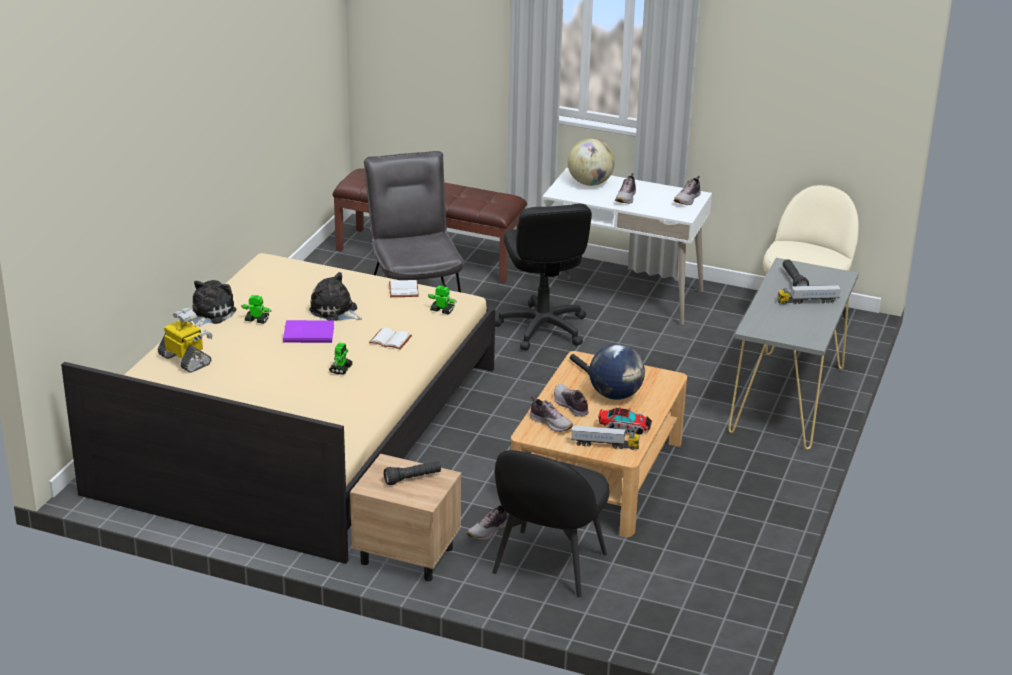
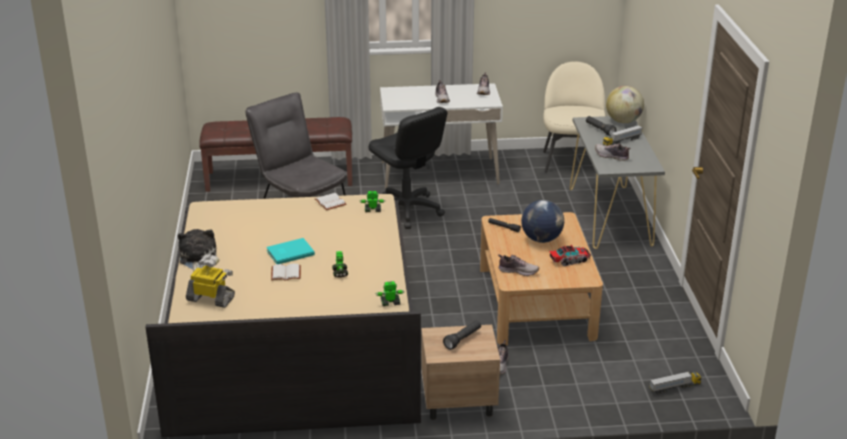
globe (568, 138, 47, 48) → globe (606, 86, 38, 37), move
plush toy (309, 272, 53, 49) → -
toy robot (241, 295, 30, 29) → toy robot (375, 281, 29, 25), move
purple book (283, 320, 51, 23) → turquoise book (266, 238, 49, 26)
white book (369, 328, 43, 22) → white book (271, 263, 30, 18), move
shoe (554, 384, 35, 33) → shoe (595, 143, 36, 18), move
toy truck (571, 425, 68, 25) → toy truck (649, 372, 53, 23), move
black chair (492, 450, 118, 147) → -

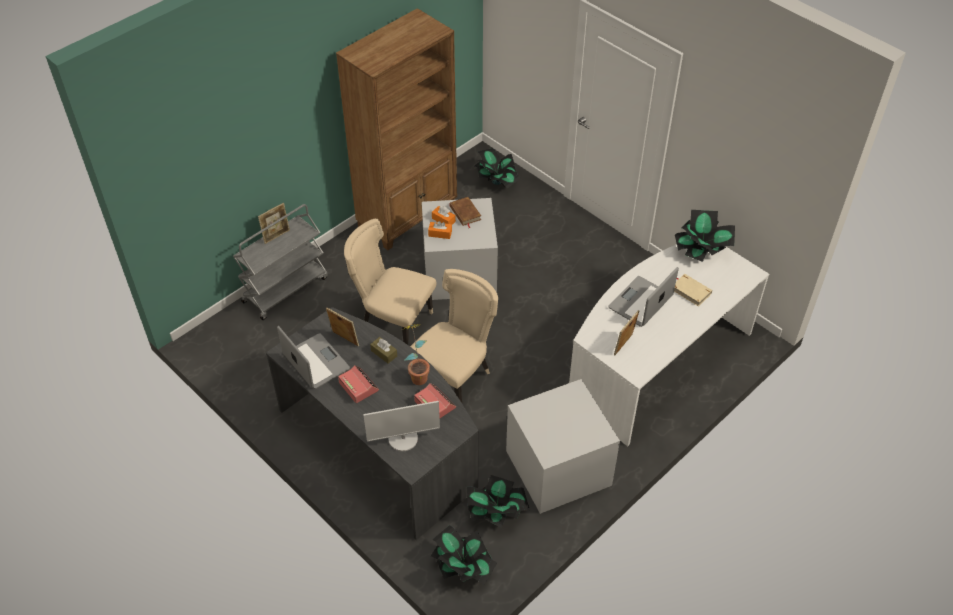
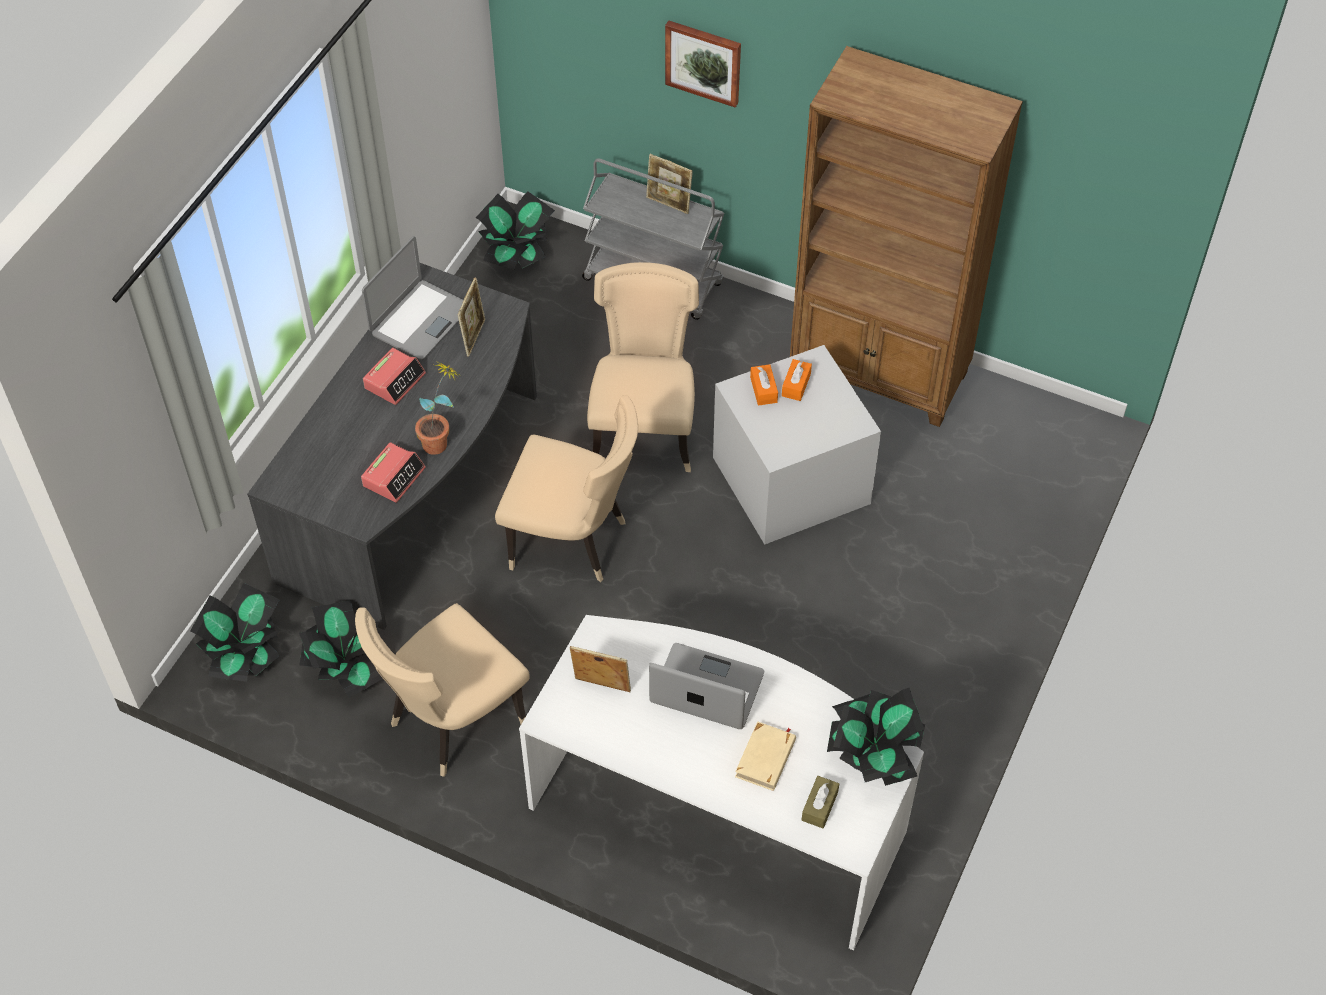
potted plant (475, 148, 46, 40) → potted plant (476, 192, 79, 78), move
brown book (449, 197, 32, 31) → -
brown tissue box (370, 337, 27, 27) → brown tissue box (802, 776, 37, 52), move
grey storage box (506, 379, 114, 135) → beige chair (355, 603, 175, 174)
monitor (363, 401, 77, 50) → -
- → picture (665, 21, 76, 87)

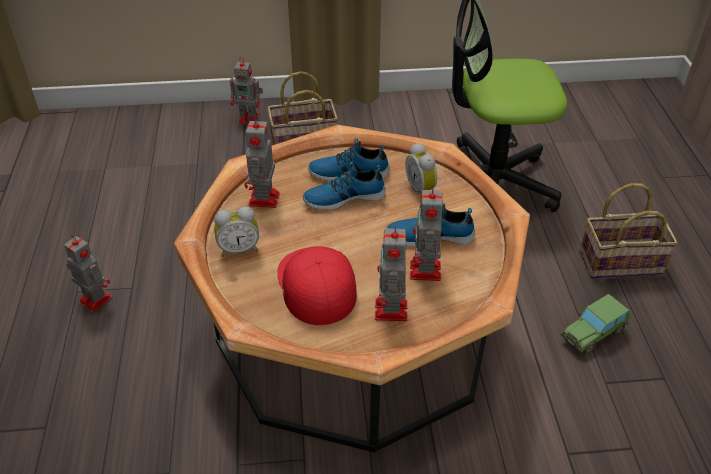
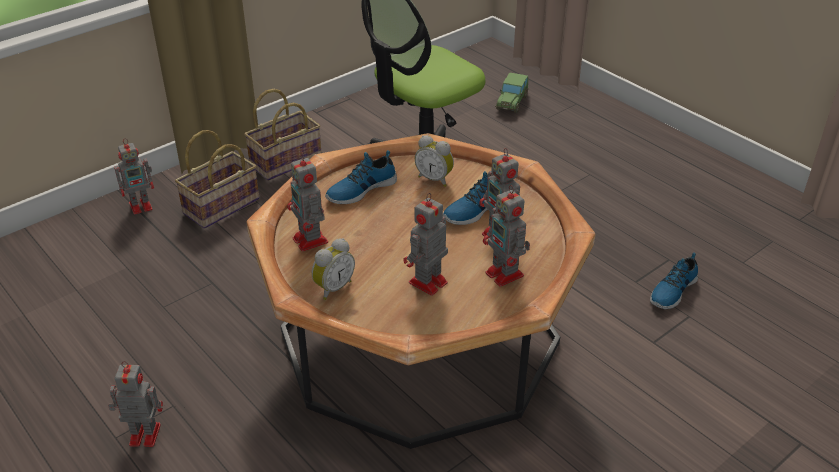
shoe (303, 162, 83, 48) → shoe (650, 252, 48, 57), move
basket (580, 183, 98, 95) → basket (244, 89, 77, 92), move
red cap (277, 246, 80, 79) → toy robot (403, 193, 45, 103)
toy car (561, 294, 69, 60) → toy car (495, 72, 34, 41), move

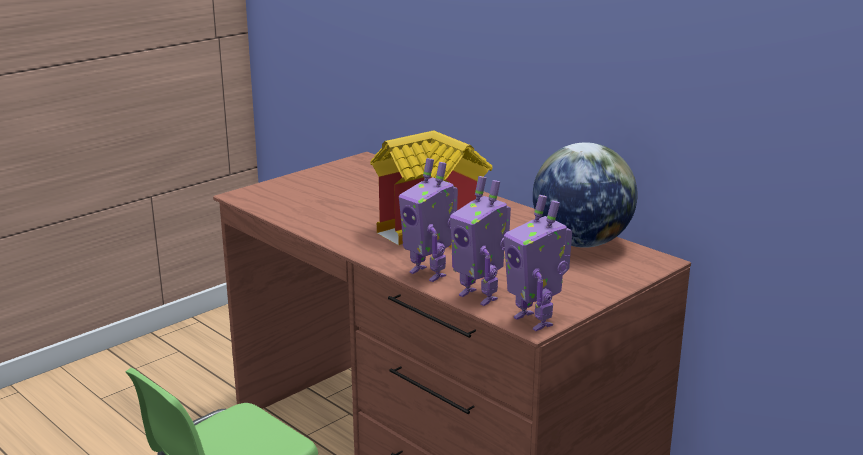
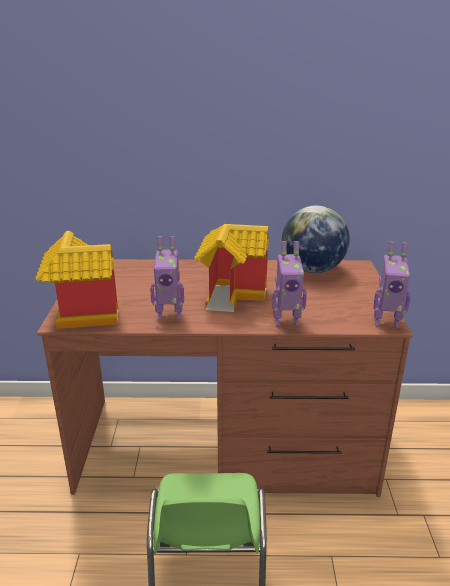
toy robot (450, 176, 61, 130) → toy robot (150, 236, 34, 84), move
- → toy house (36, 231, 82, 98)

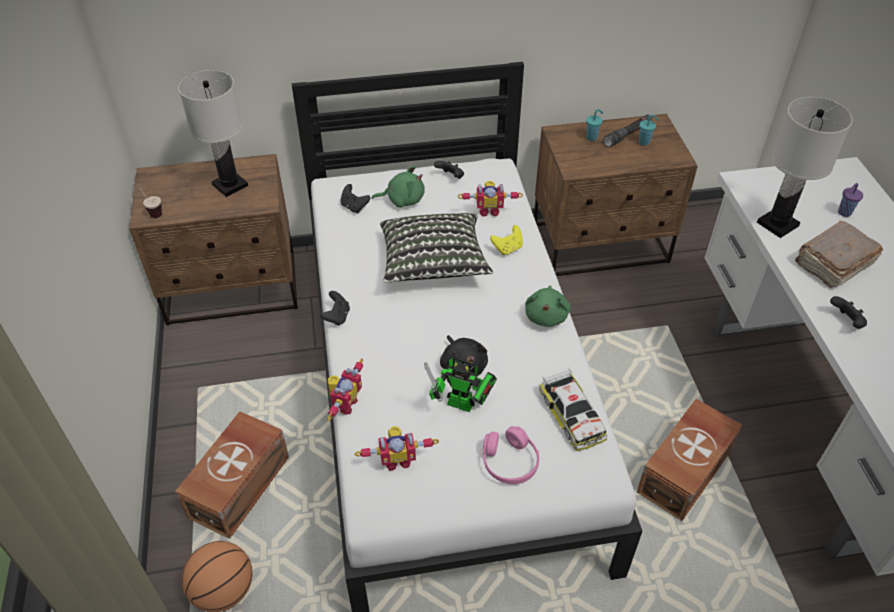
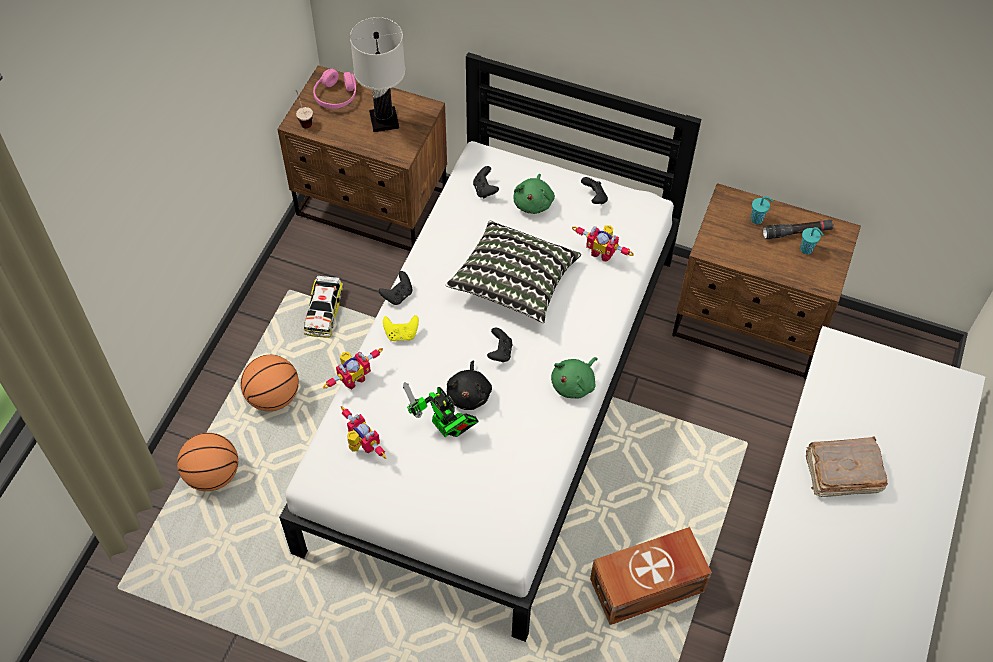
white table lamp (757, 97, 95, 141) → -
green plush toy (372, 166, 53, 42) → green plush toy (513, 174, 42, 40), 75 degrees clockwise
purple cup (838, 183, 25, 34) → -
yellow game controller (490, 225, 33, 30) → yellow game controller (383, 315, 36, 26), move
black game controller (830, 296, 37, 33) → black game controller (487, 327, 25, 35), move
toy car (539, 369, 68, 82) → toy car (304, 276, 39, 62), move
brown storage box (175, 411, 114, 128) → basketball (241, 355, 58, 56)
toy robot (355, 426, 84, 45) → toy robot (341, 406, 45, 53), 150 degrees counterclockwise
pink headphones (483, 426, 56, 58) → pink headphones (313, 69, 43, 40), move

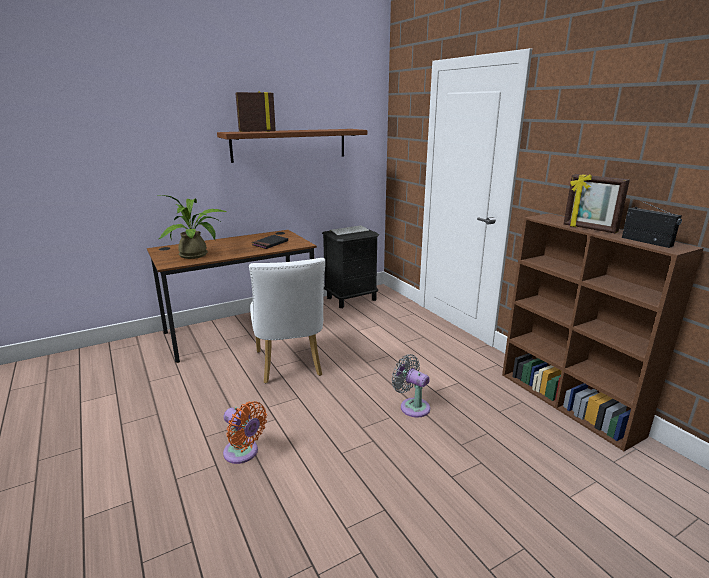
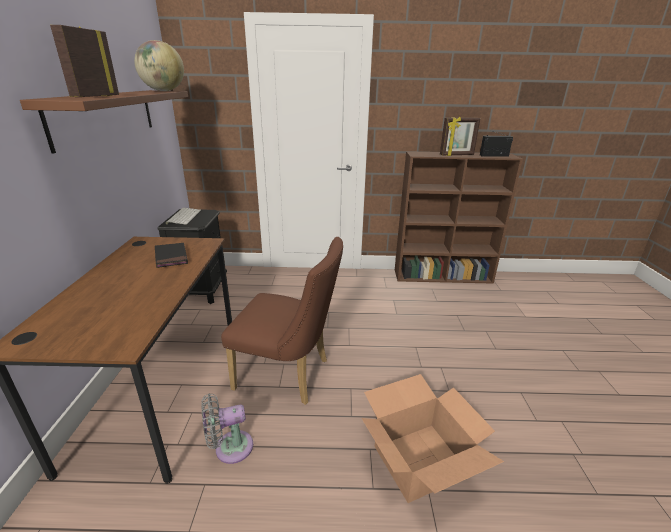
potted plant (159, 195, 68, 64) → -
white chair (249, 258, 76, 125) → brown chair (221, 237, 122, 168)
grey fan (392, 354, 38, 64) → grey fan (201, 393, 52, 71), move
orange fan (223, 401, 44, 63) → cardboard box (361, 374, 143, 129)
- → globe (134, 40, 50, 51)

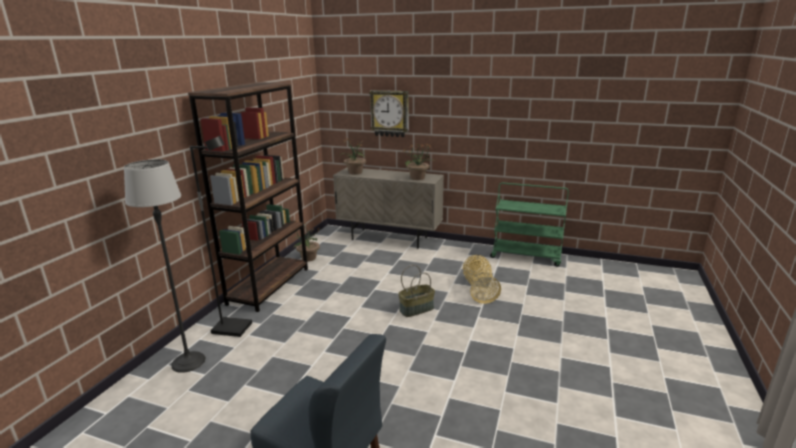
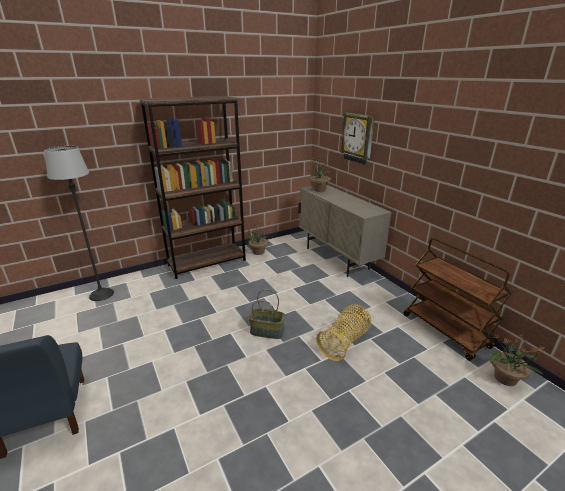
black floor lamp (190, 136, 62, 201) → -
potted plant (403, 143, 32, 37) → potted plant (490, 334, 55, 52), move
green cart (490, 182, 79, 84) → brown cart (404, 238, 108, 123)

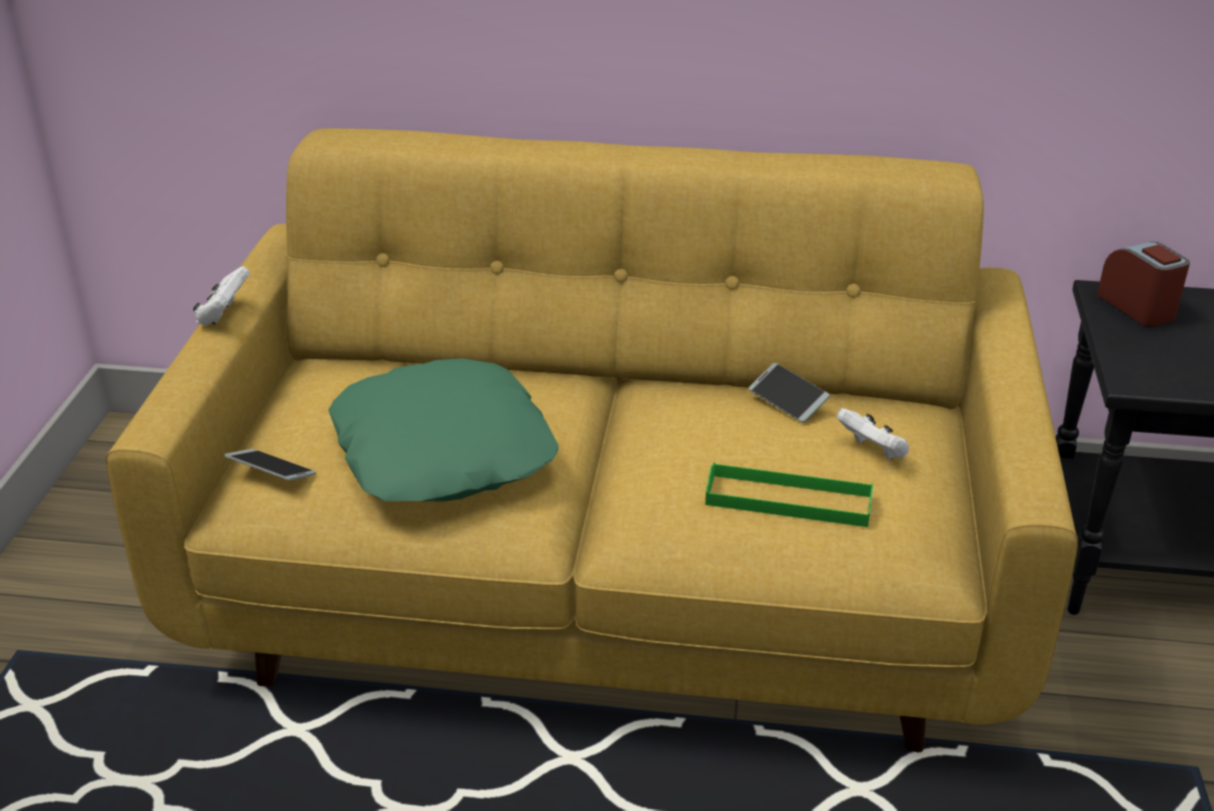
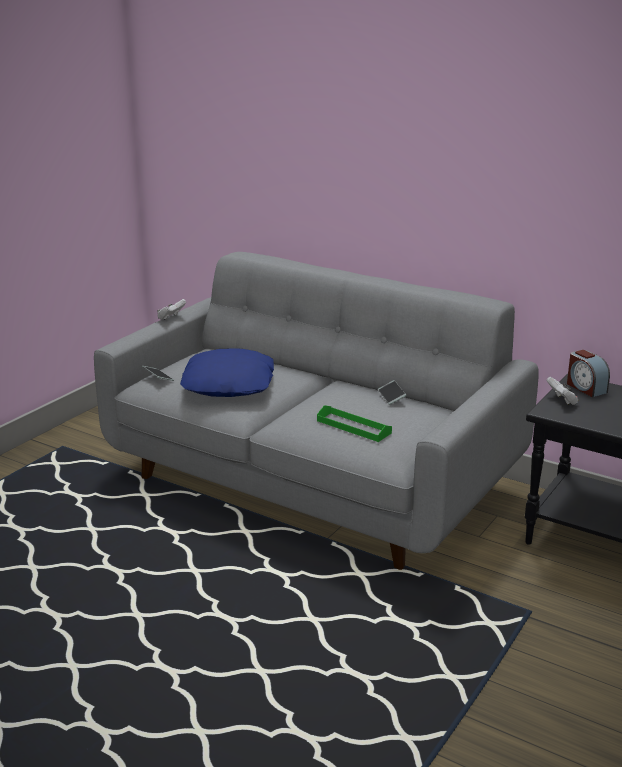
yellow sofa (106, 128, 972, 624) → grey sofa (94, 252, 445, 318)
alarm clock (1097, 242, 93, 85) → alarm clock (567, 350, 43, 47), 150 degrees clockwise
green pillow (328, 358, 230, 144) → blue pillow (180, 348, 94, 49)
white game controller (836, 408, 73, 52) → white game controller (546, 377, 32, 28), move

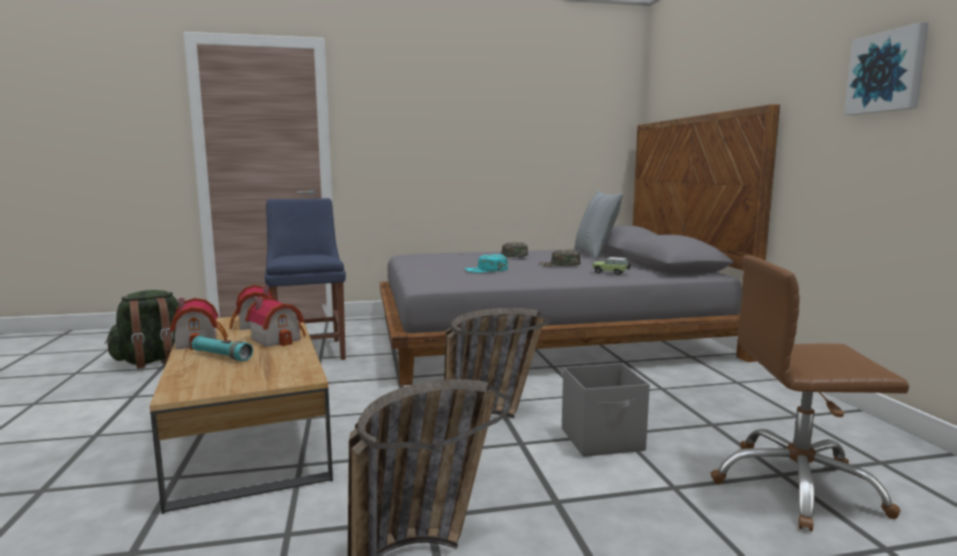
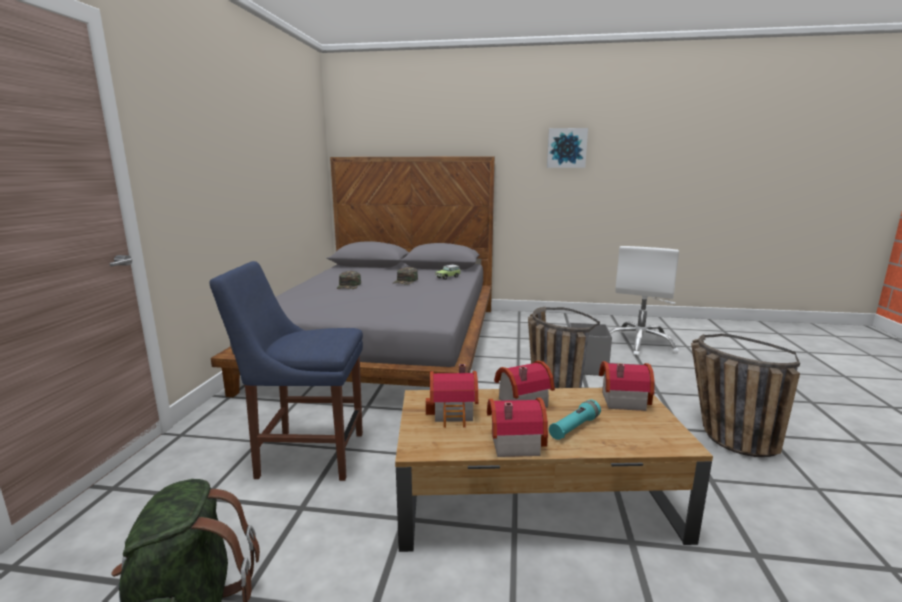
pillow (574, 191, 49, 68) → -
turquoise cap (465, 254, 43, 19) → -
brown office chair (711, 255, 198, 276) → white office chair (609, 246, 70, 111)
- → toy house (599, 361, 56, 50)

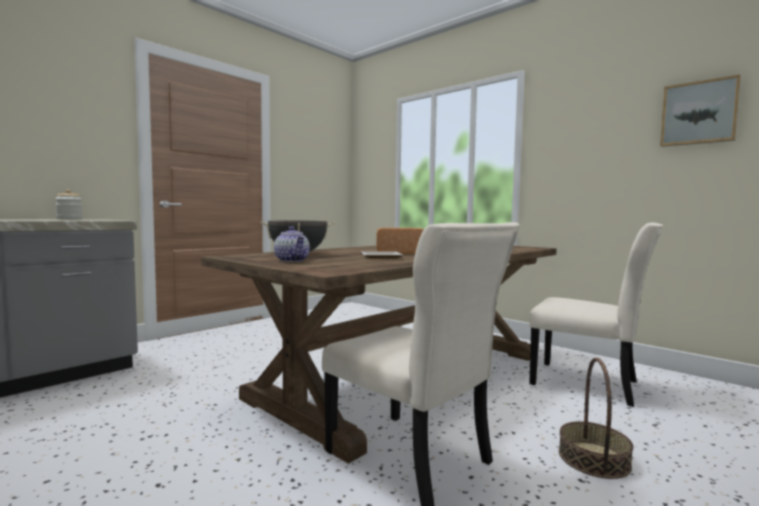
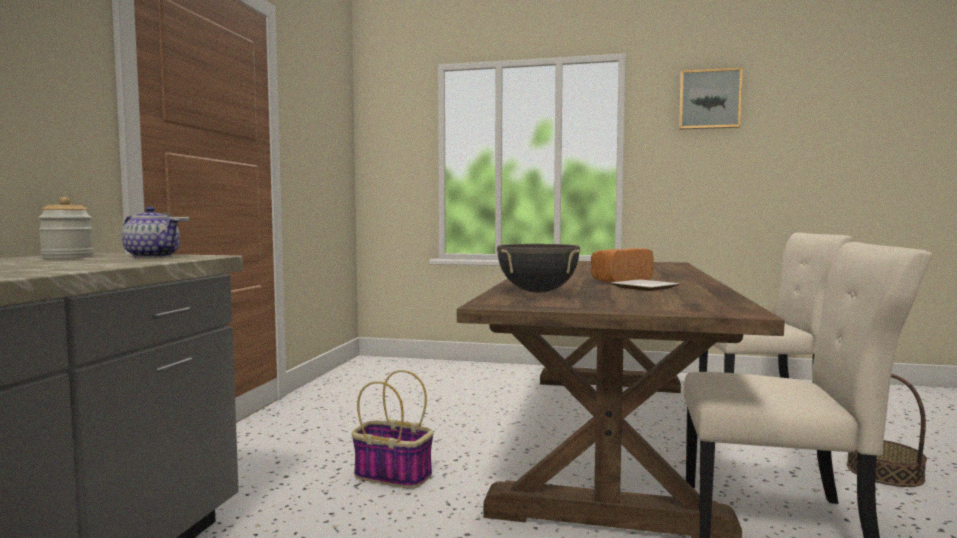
picture (660, 75, 81, 72) → picture (679, 68, 63, 61), move
teapot (274, 226, 36, 36) → teapot (122, 206, 58, 52), move
- → basket (352, 370, 82, 119)

